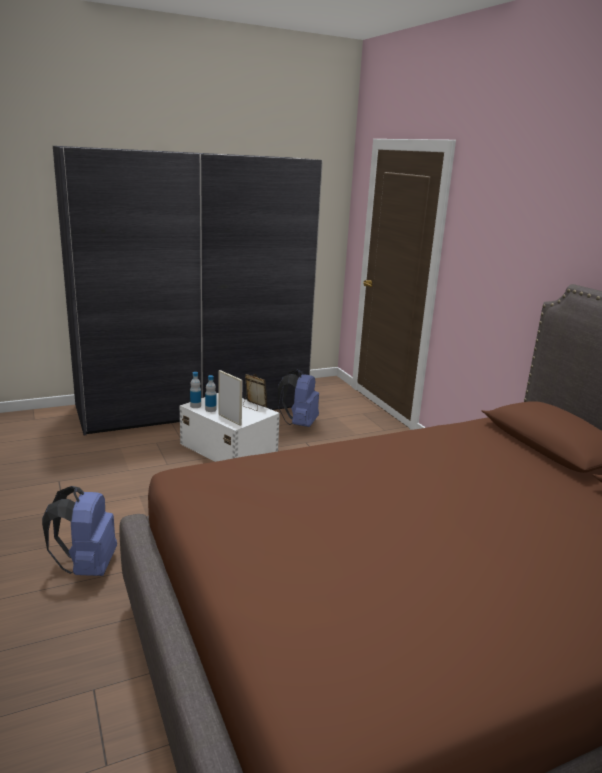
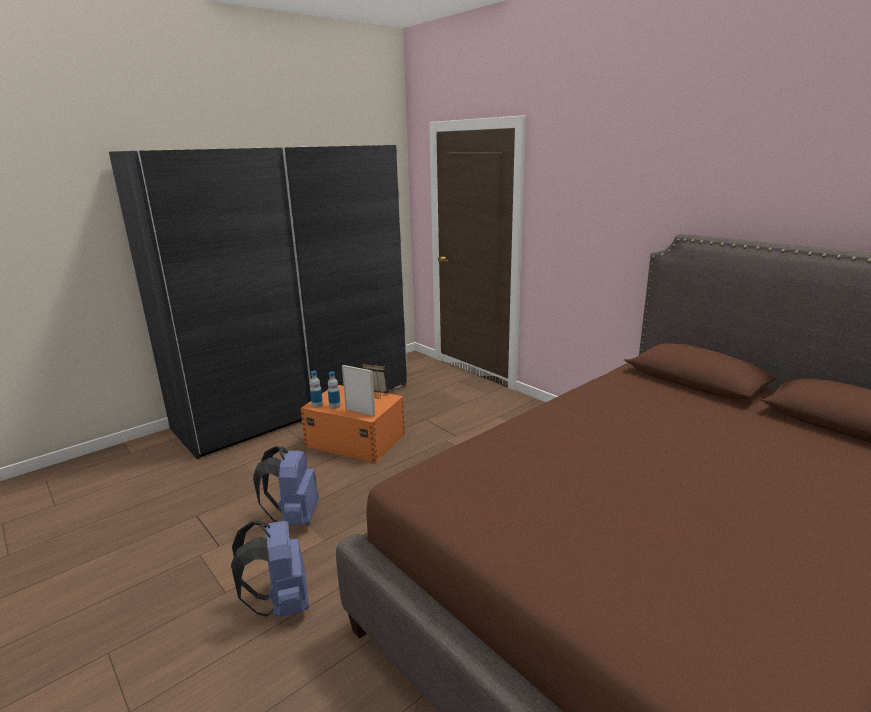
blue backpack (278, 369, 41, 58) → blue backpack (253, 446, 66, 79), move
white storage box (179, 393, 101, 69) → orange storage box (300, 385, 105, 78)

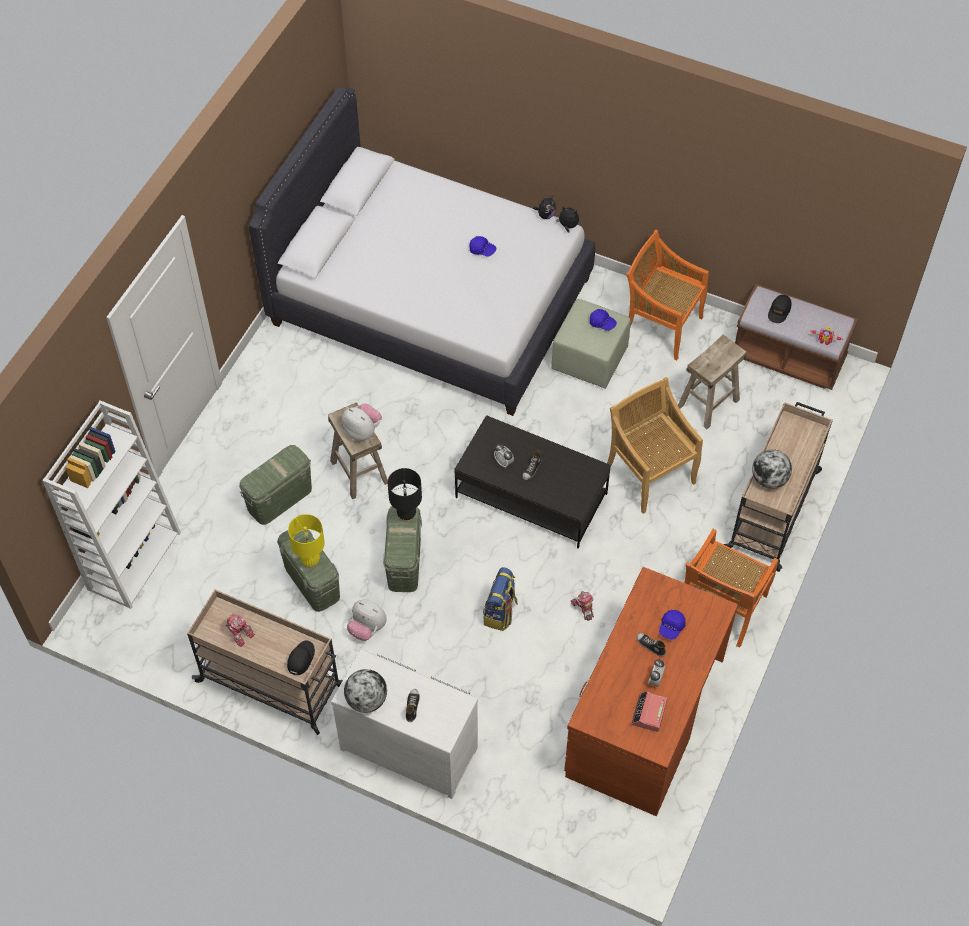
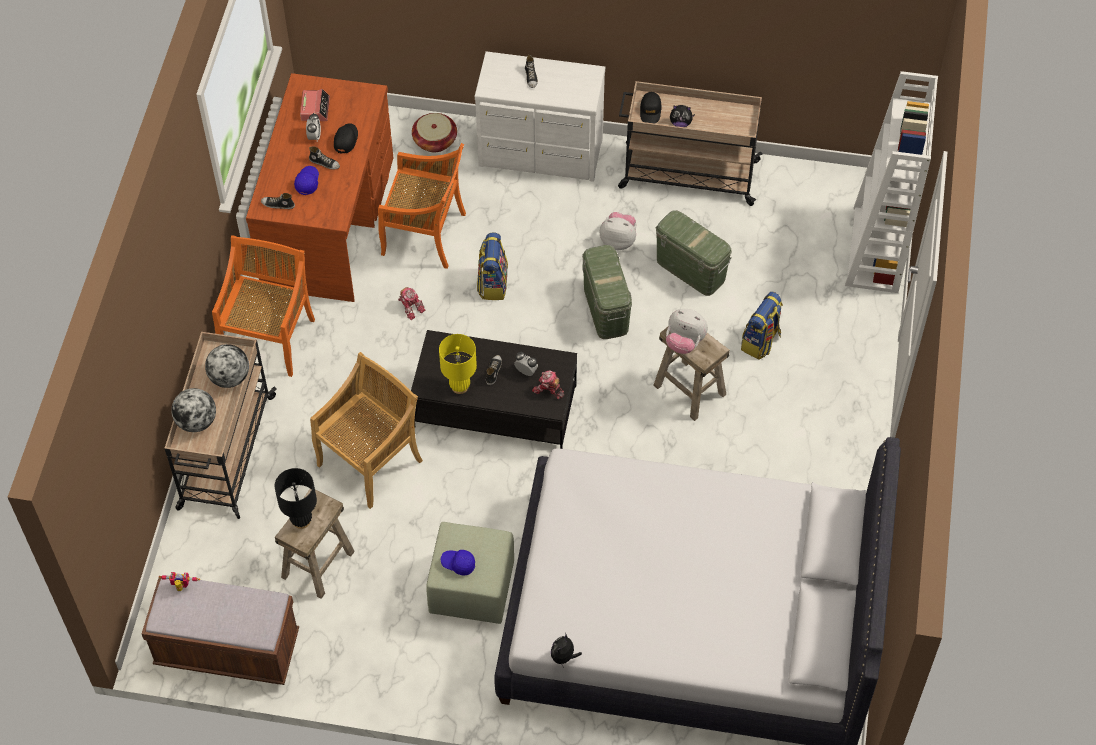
plush toy (556, 206, 23, 27) → plush toy (670, 105, 25, 22), move
orange chair (626, 230, 83, 130) → orange chair (378, 143, 88, 126), move
blue cap (469, 236, 28, 21) → -
black cap (768, 295, 24, 28) → black cap (334, 123, 24, 31), move
beige chair (607, 377, 96, 137) → beige chair (310, 352, 113, 157), 90 degrees counterclockwise
green storage box (239, 445, 73, 80) → backpack (741, 292, 42, 68)
black table lamp (388, 468, 34, 54) → black table lamp (275, 468, 42, 61), move
yellow table lamp (288, 514, 37, 54) → yellow table lamp (439, 334, 38, 60), move
toy robot (226, 614, 29, 33) → toy robot (532, 371, 32, 28), move
globe (344, 669, 43, 44) → globe (171, 388, 45, 44), move
- → basket (412, 113, 45, 39)
- → shoe (261, 193, 34, 16)

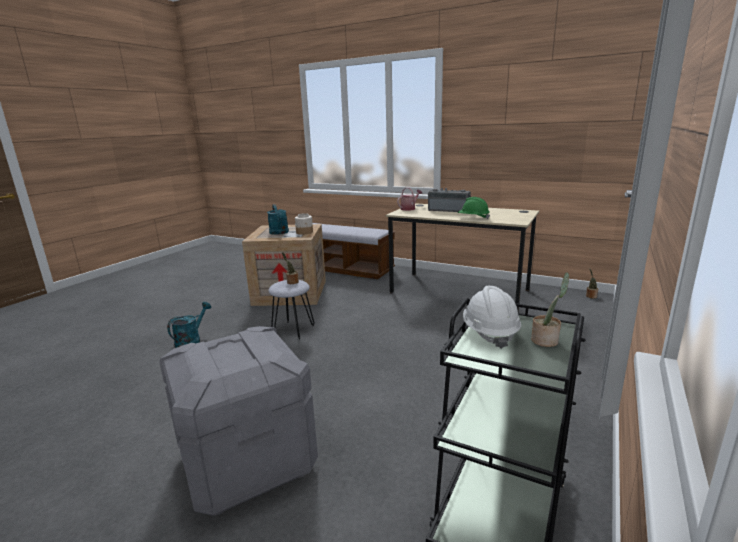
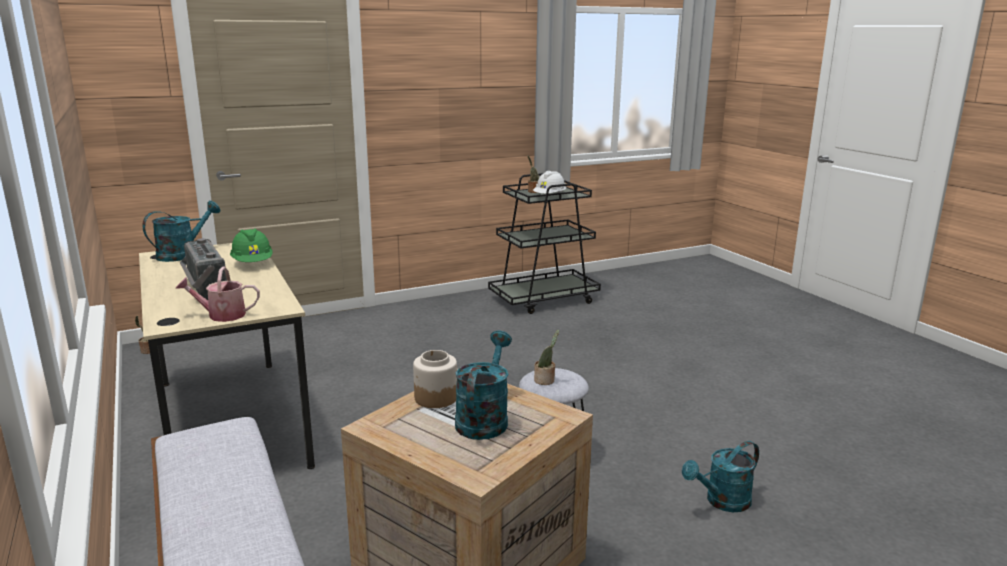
grey storage box (159, 326, 159, 190) → -
- → turquoise watering can (142, 201, 79, 61)

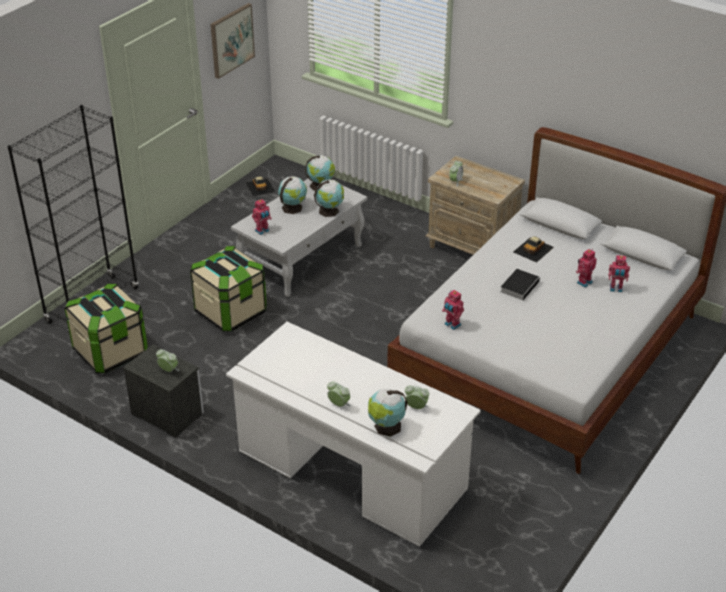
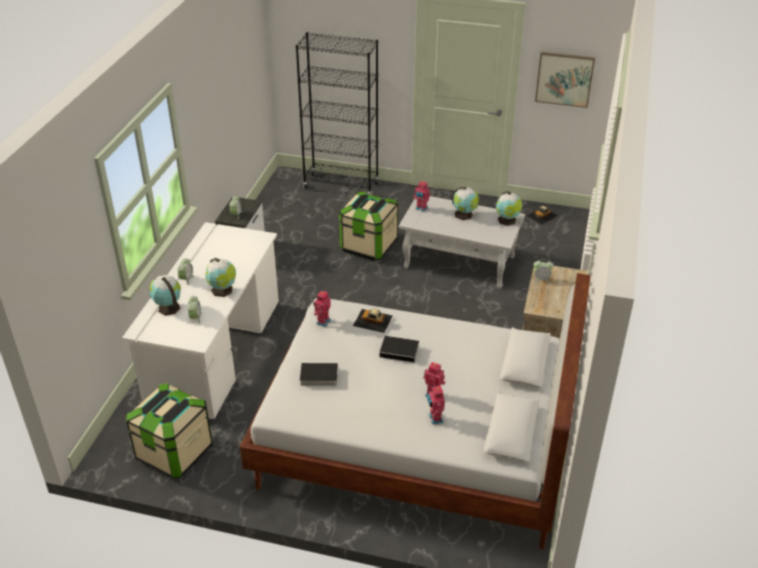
globe (314, 179, 30, 38) → globe (205, 258, 31, 39), move
toy car (513, 236, 41, 27) → toy car (353, 308, 40, 25), move
storage box (65, 283, 83, 90) → storage box (126, 383, 87, 96), move
- → book (296, 363, 42, 23)

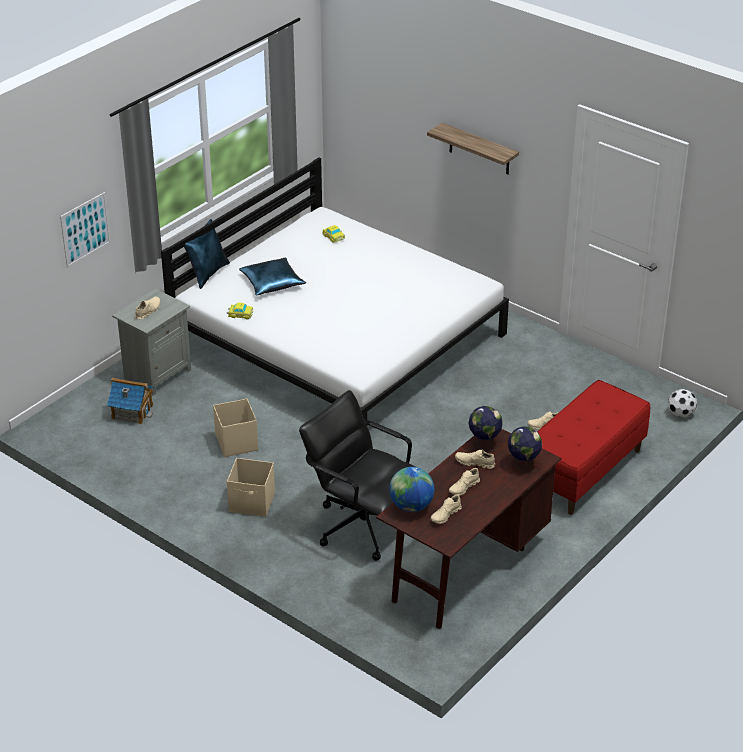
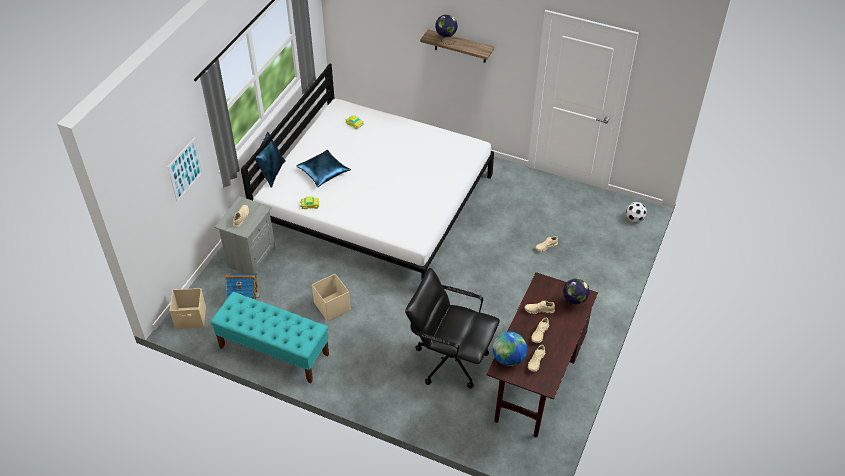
red bench (537, 380, 113, 135) → -
globe (469, 406, 34, 45) → globe (435, 15, 23, 30), move
beige storage box (227, 458, 48, 59) → beige storage box (170, 288, 36, 41), move
- → turquoise bench (211, 292, 118, 92)

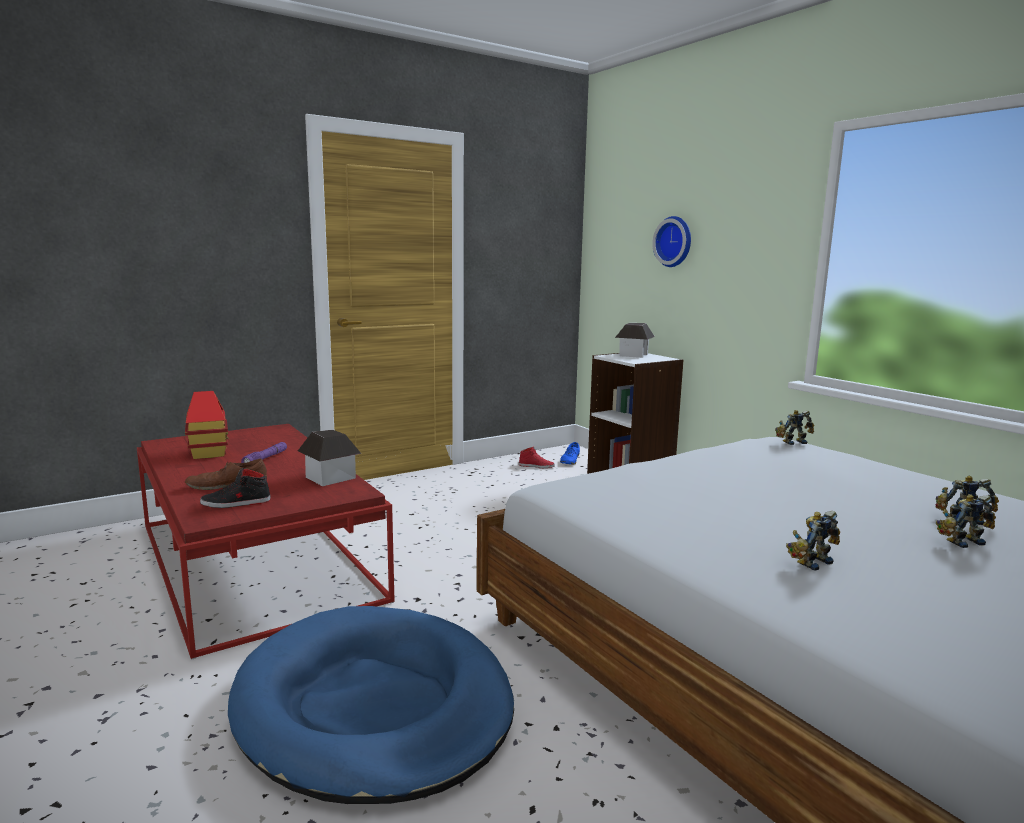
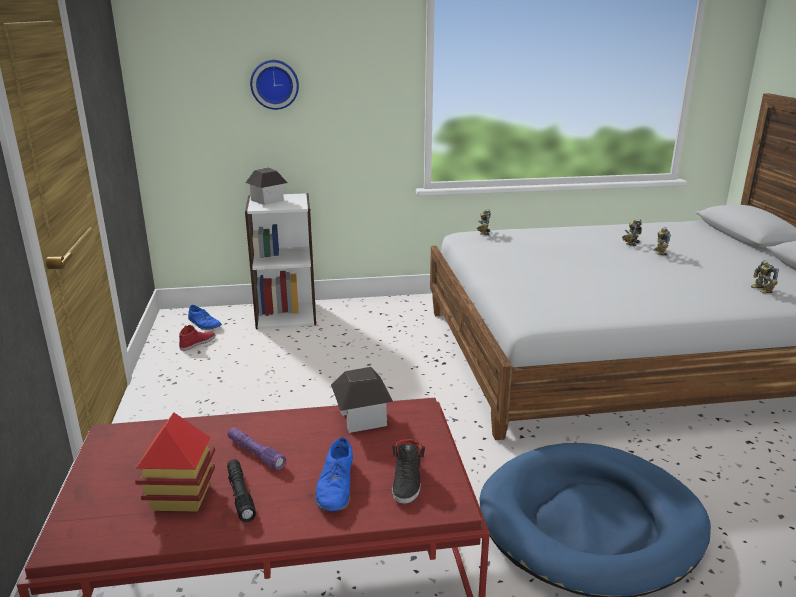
brown shoe (185, 458, 82, 32) → blue shoe (315, 437, 38, 74)
toy robot (786, 511, 54, 60) → toy robot (751, 260, 28, 33), move
- → black flashlight (227, 459, 29, 63)

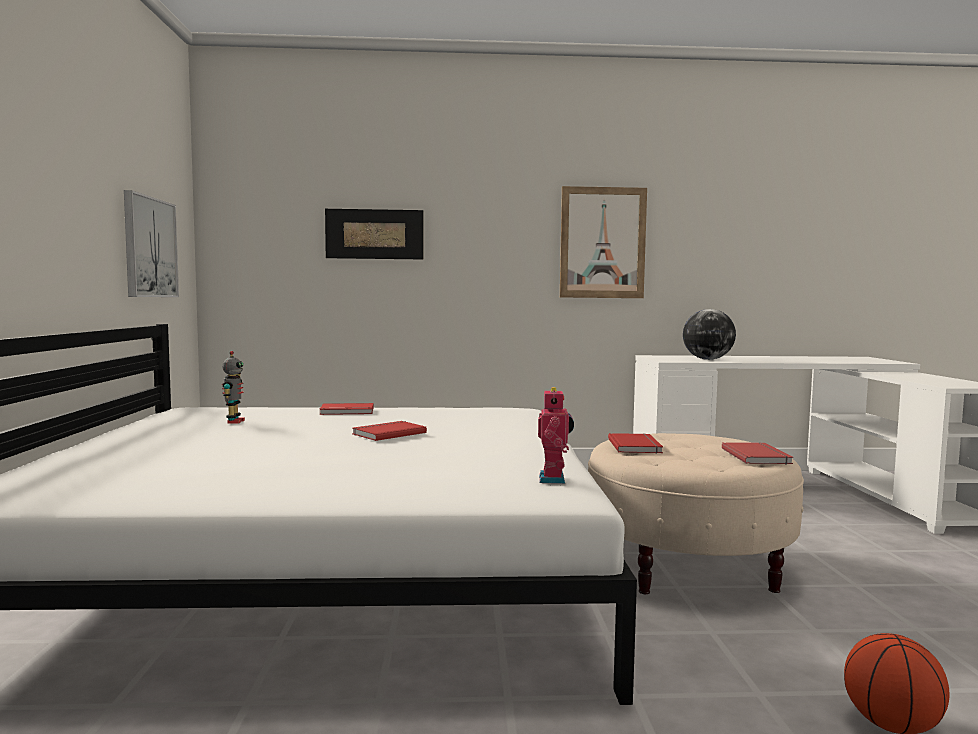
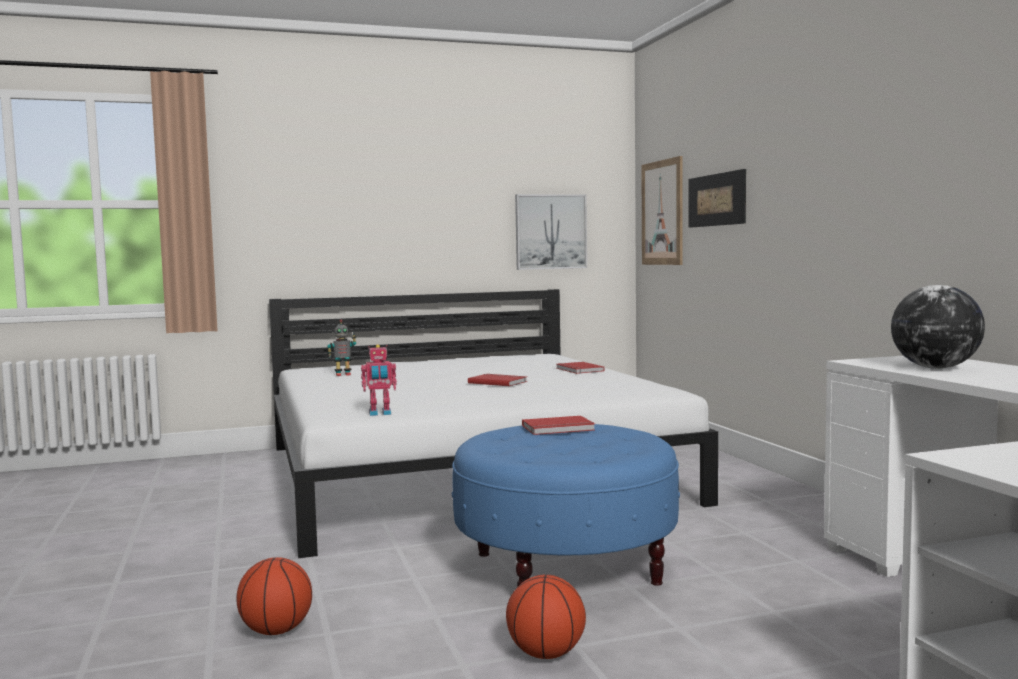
picture (560, 186, 87, 112) → picture (641, 156, 41, 109), move
toy robot (222, 351, 23, 73) → toy robot (327, 320, 29, 56), move
beige ottoman (588, 433, 216, 161) → blue ottoman (452, 424, 228, 163)
red book (722, 442, 71, 22) → -
- → basketball (506, 575, 80, 84)

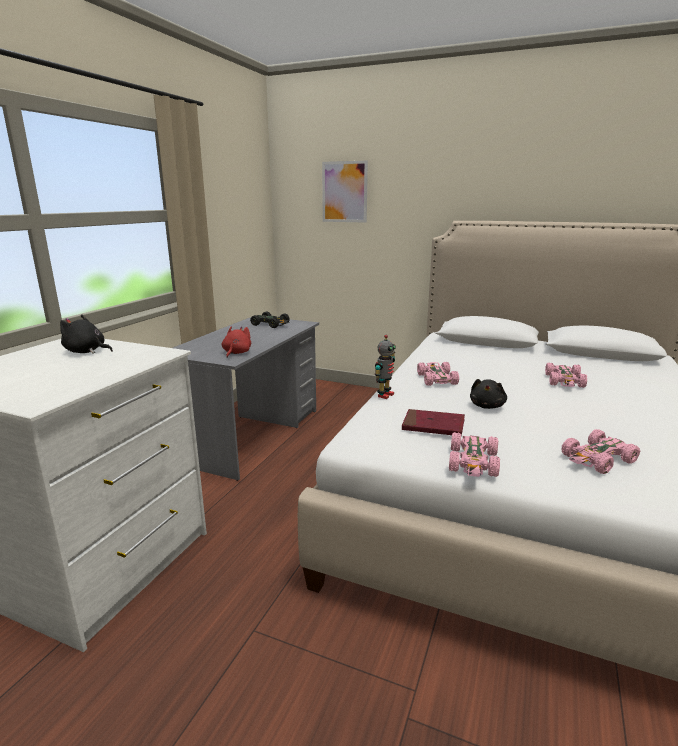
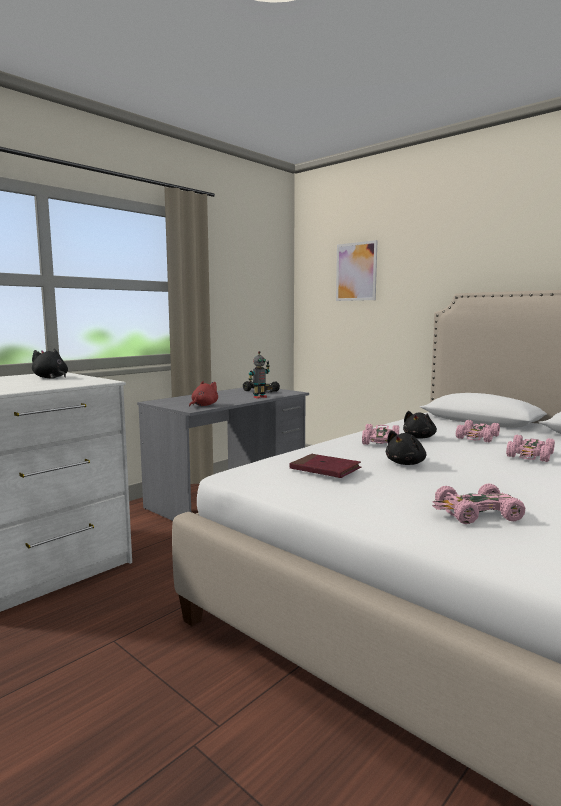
toy robot (374, 335, 22, 64) → toy robot (249, 351, 21, 48), move
pink toy car (449, 432, 51, 45) → pink toy car (456, 420, 44, 22), move
- → black plush toy (403, 411, 34, 28)

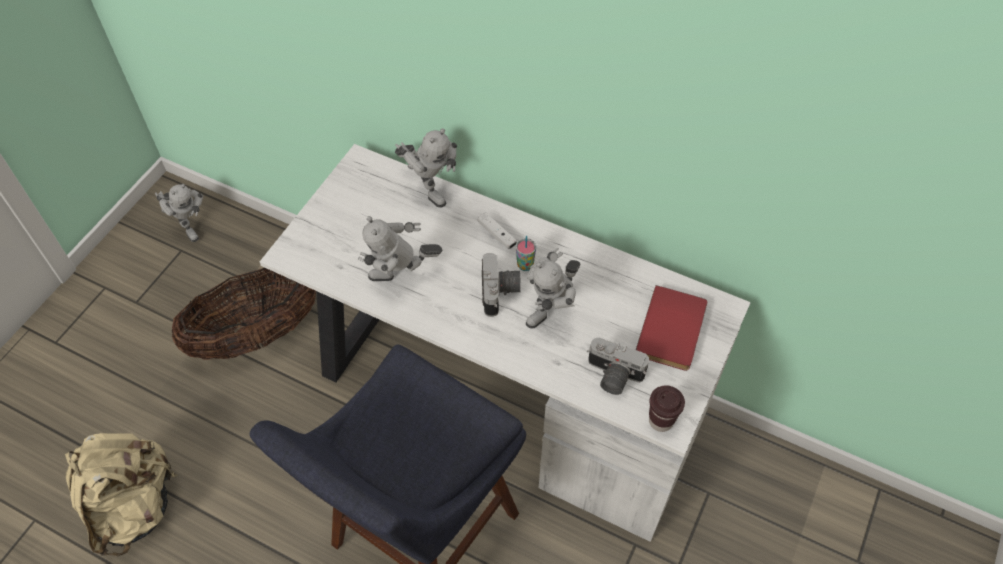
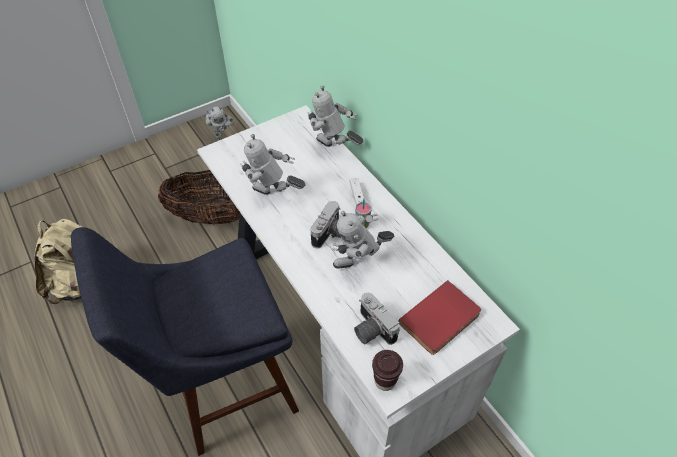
toy robot (395, 128, 62, 80) → toy robot (308, 85, 55, 62), 135 degrees clockwise

